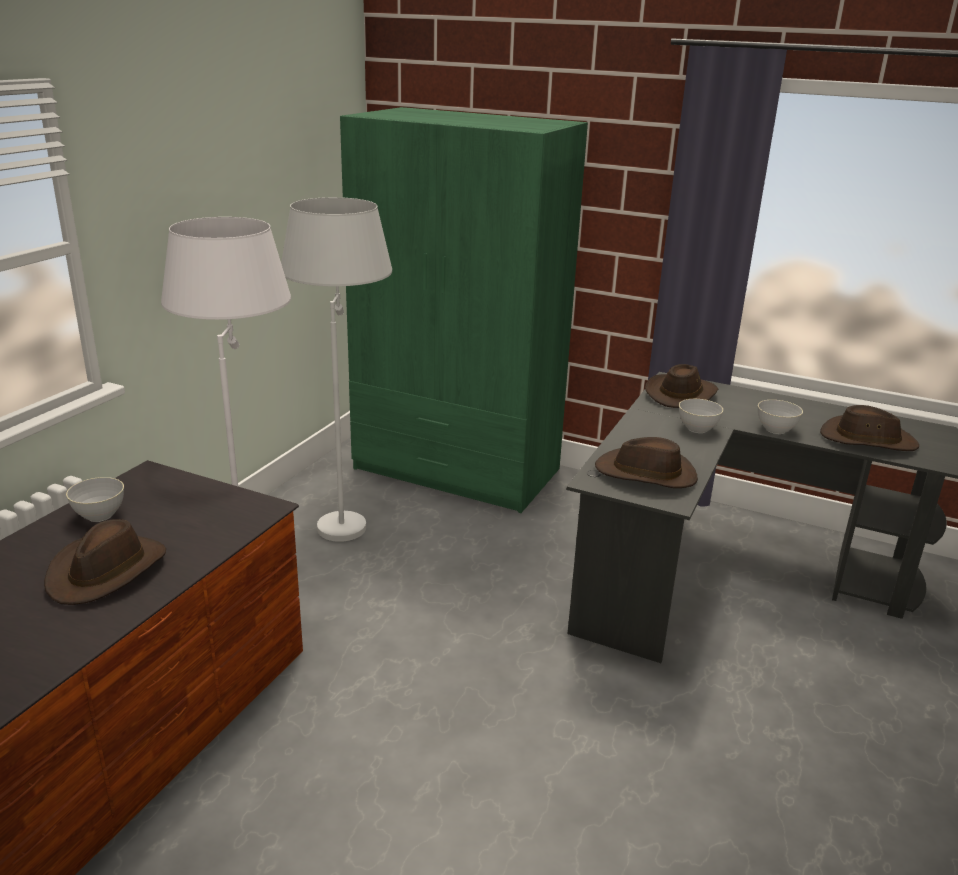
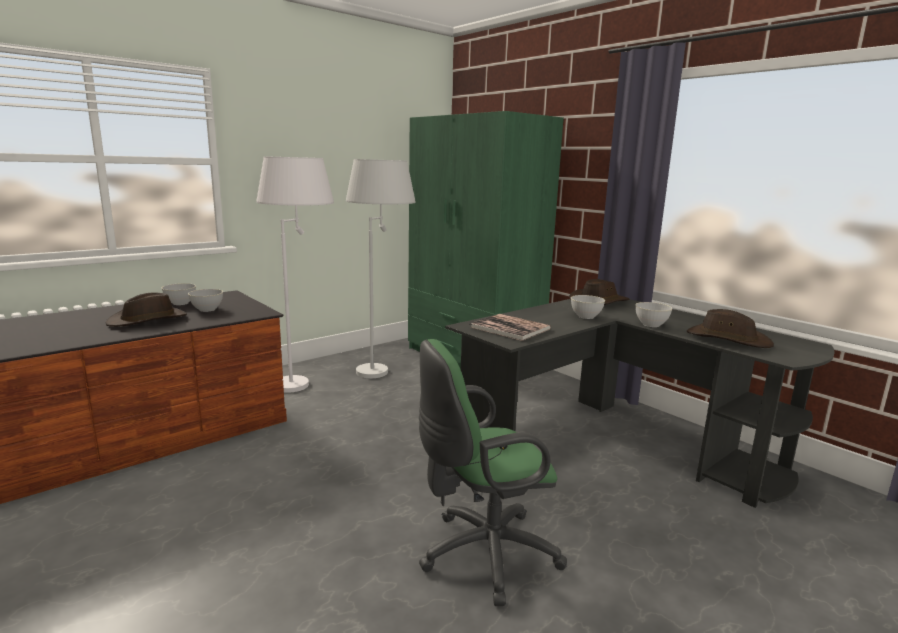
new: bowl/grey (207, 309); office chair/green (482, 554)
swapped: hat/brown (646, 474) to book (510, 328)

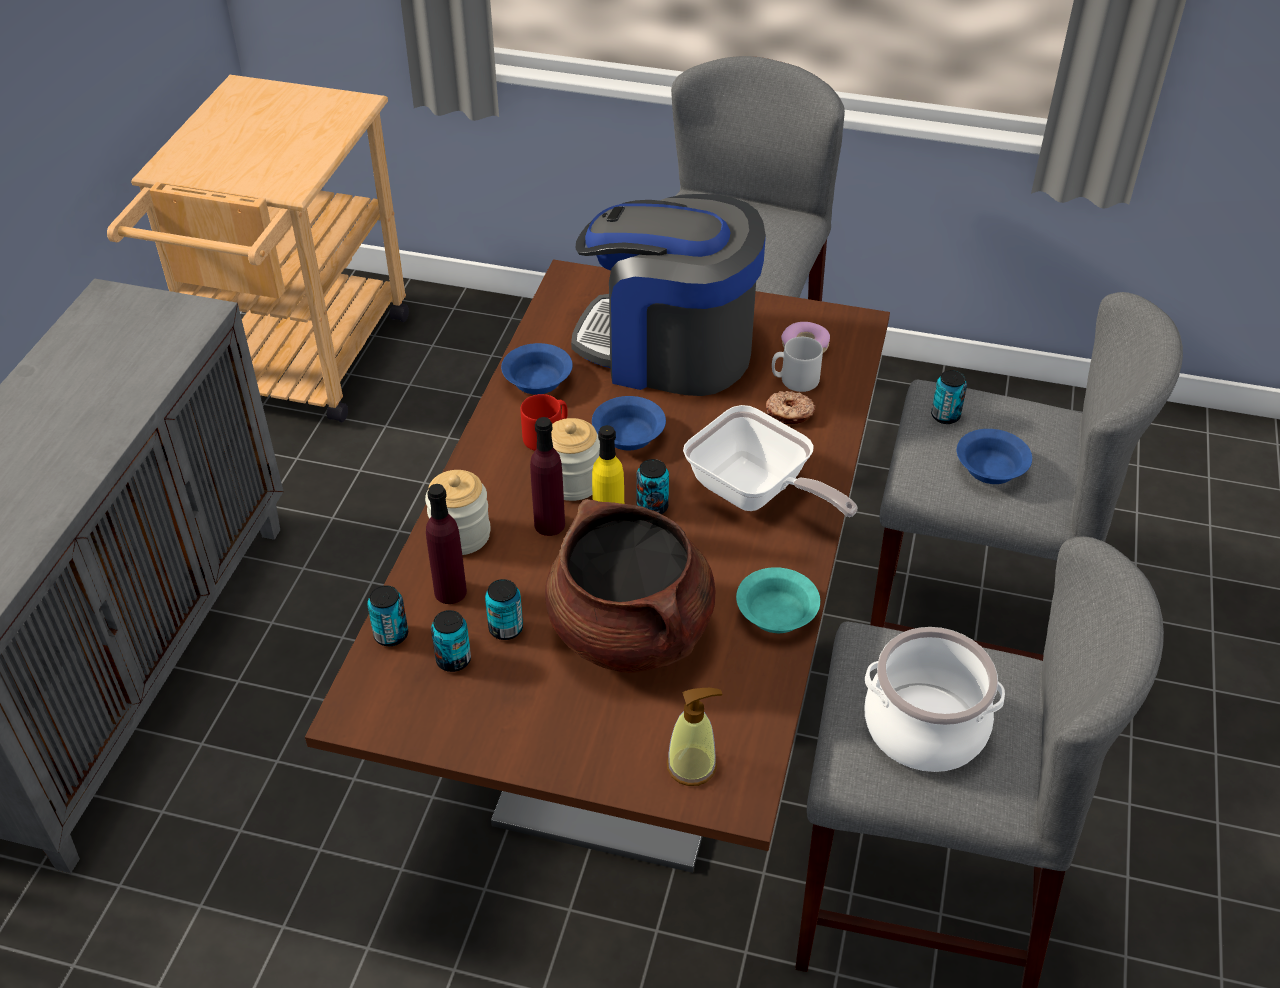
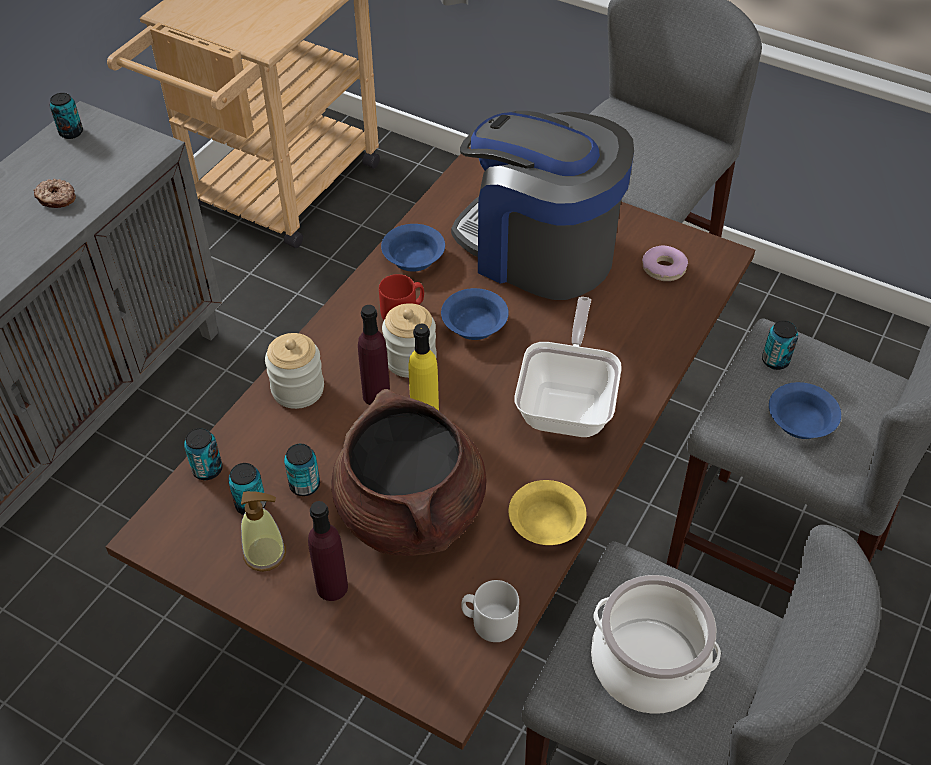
shifted: donut (789, 414) to (56, 199); can (652, 507) to (71, 132); soap dispenser (692, 766) to (265, 554); bottle/purple (450, 591) to (332, 587); mug/grey (794, 380) to (489, 622)
repainted: bowl/turquoise (777, 612) to bowl/yellow (547, 523)
rotated: frying pan (756, 494) = (568, 404) 135 degrees counterclockwise

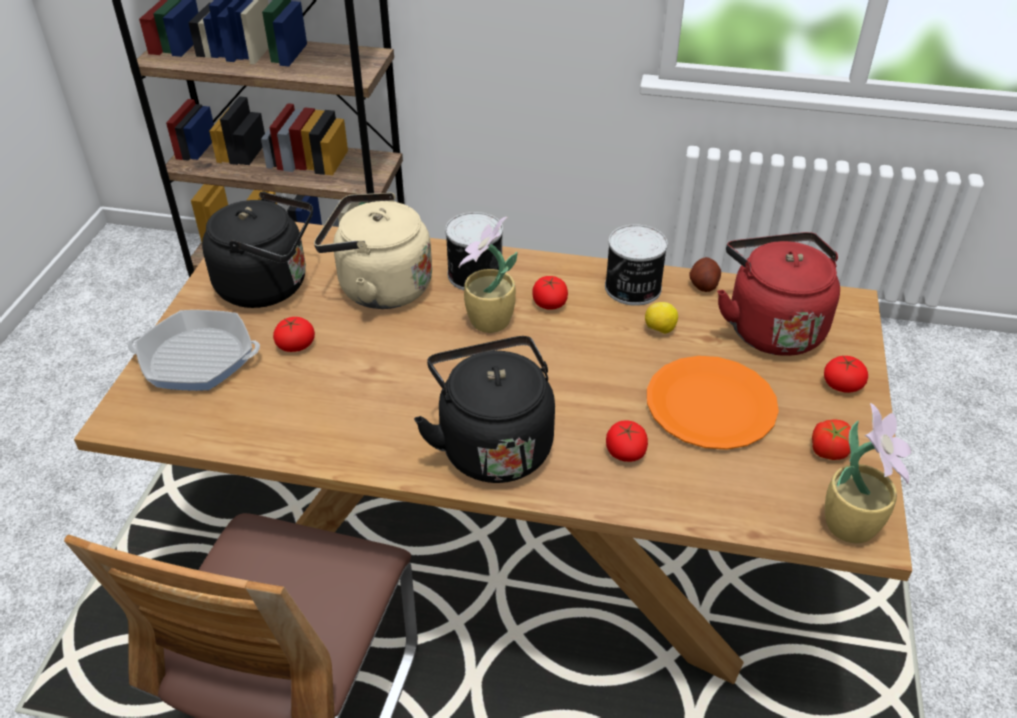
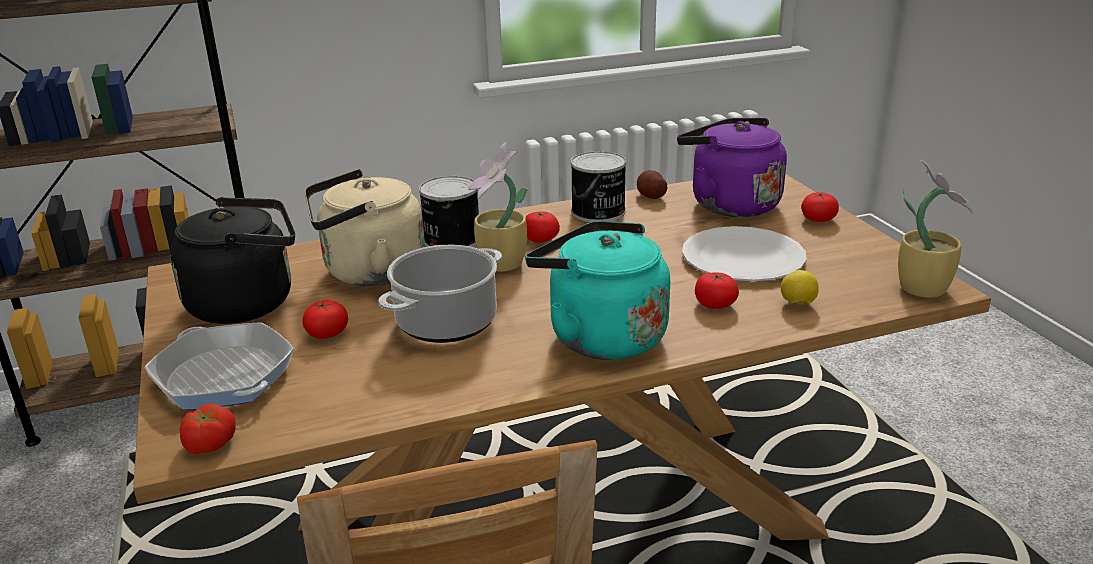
new: cooking pot (447, 322)
shifted: tomato (829, 449) to (209, 443); lemon (659, 330) to (797, 304)
repainted: kettle/black (492, 444) to kettle/turquoise (600, 336); kettle/red (771, 326) to kettle/purple (729, 204); plate/orange (710, 404) to plate/white (742, 257)
rotated: frying pan (197, 358) = (224, 376) 105 degrees counterclockwise

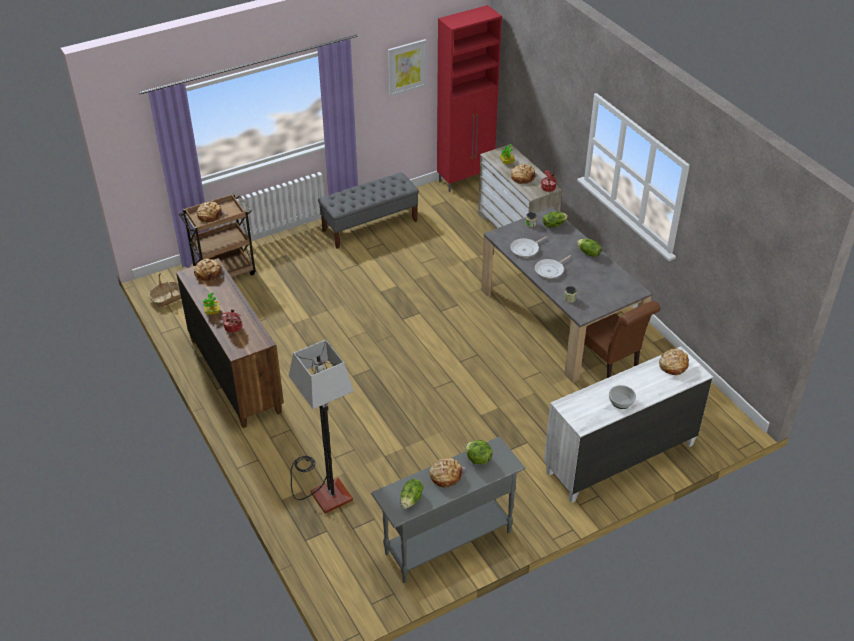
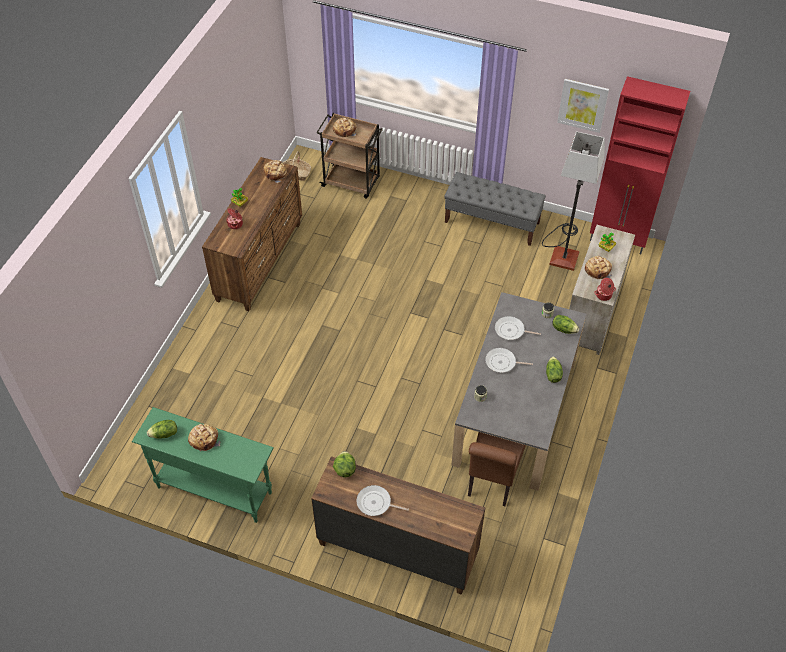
gone: bread (673, 365)
shifted: lettuce (478, 459) to (344, 469); floor lamp (323, 490) to (563, 251)
swapped: bowl (621, 401) to frying pan (376, 503)
repainted: console table/grey (447, 542) to console table/green (214, 489); dresser/white (619, 458) to dresser/brown (397, 549)

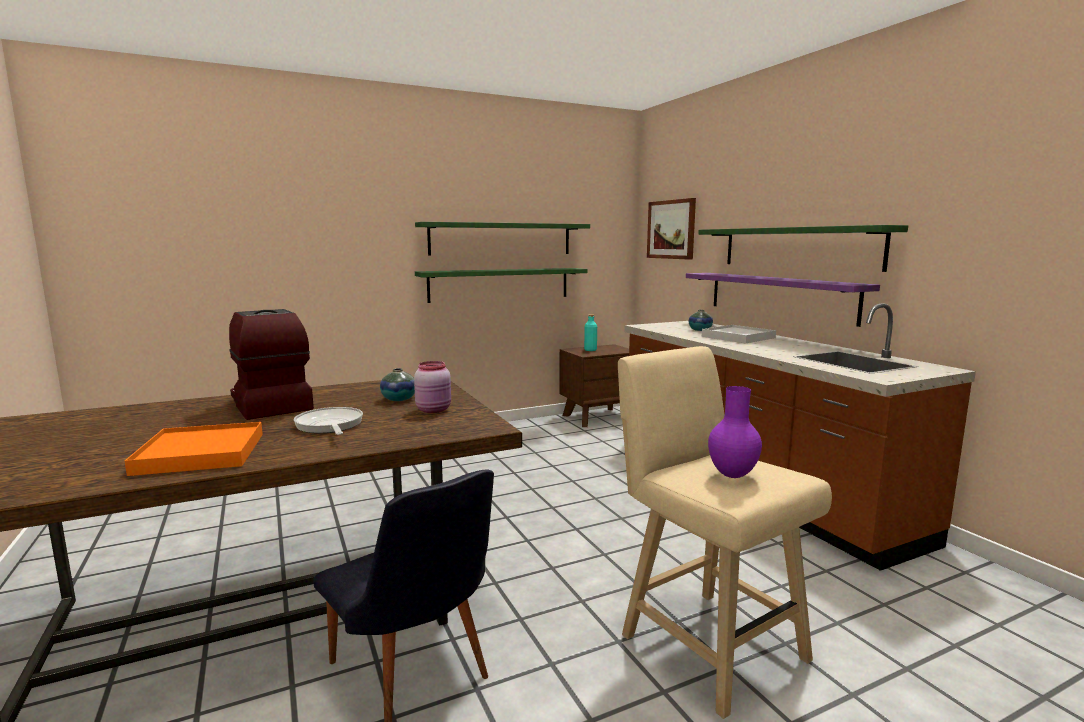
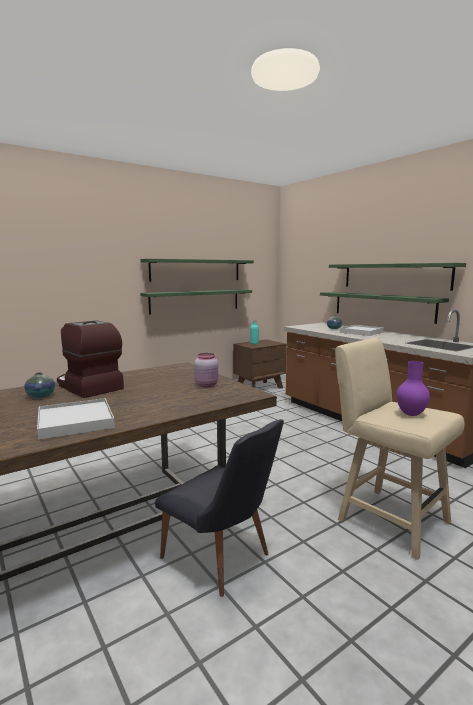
gone: frying pan (329, 426); picture (671, 229)
shifted: vase (399, 399) to (41, 396)
repainted: tray/orange (201, 453) to tray/white (75, 421); shelf/purple (778, 296) to shelf/green (382, 306)

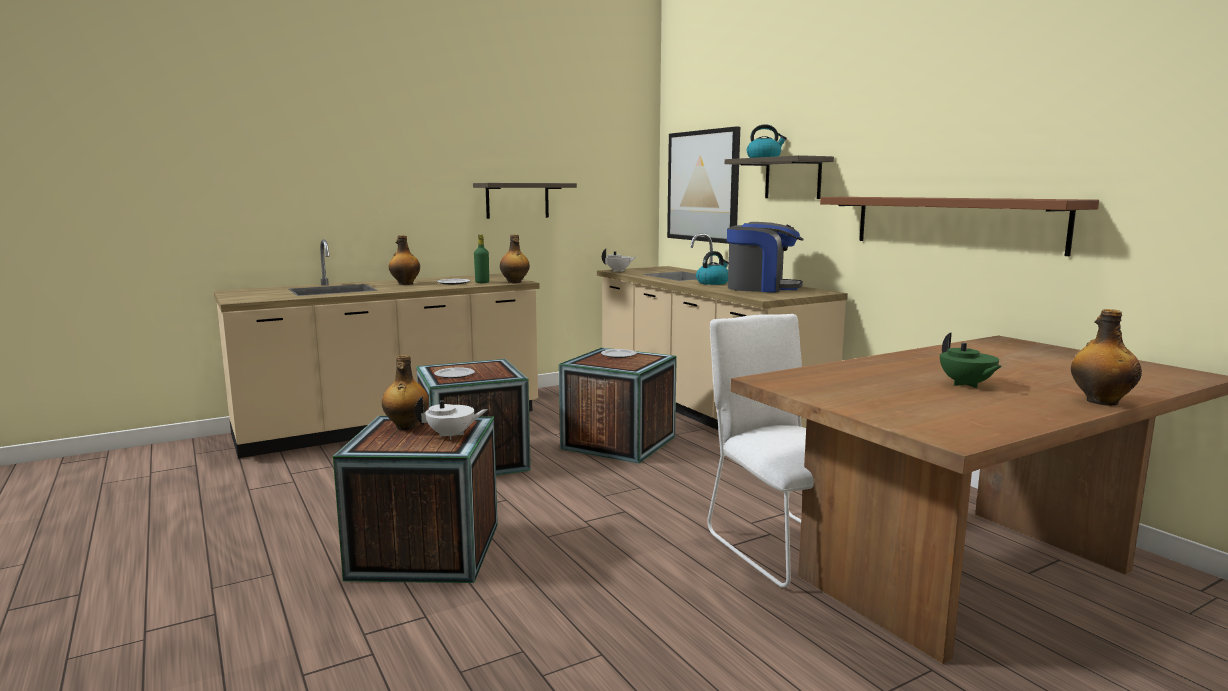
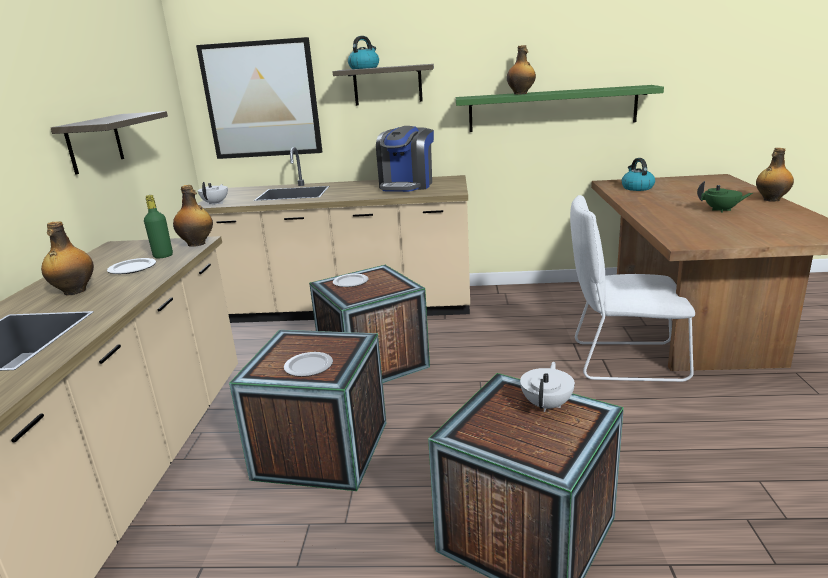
shifted: bottle (406, 427) to (521, 94); kettle (713, 283) to (637, 188)
repainted: shelf/brown (953, 222) to shelf/green (552, 109)
rotated: coffee machine (762, 288) = (407, 186) 150 degrees clockwise

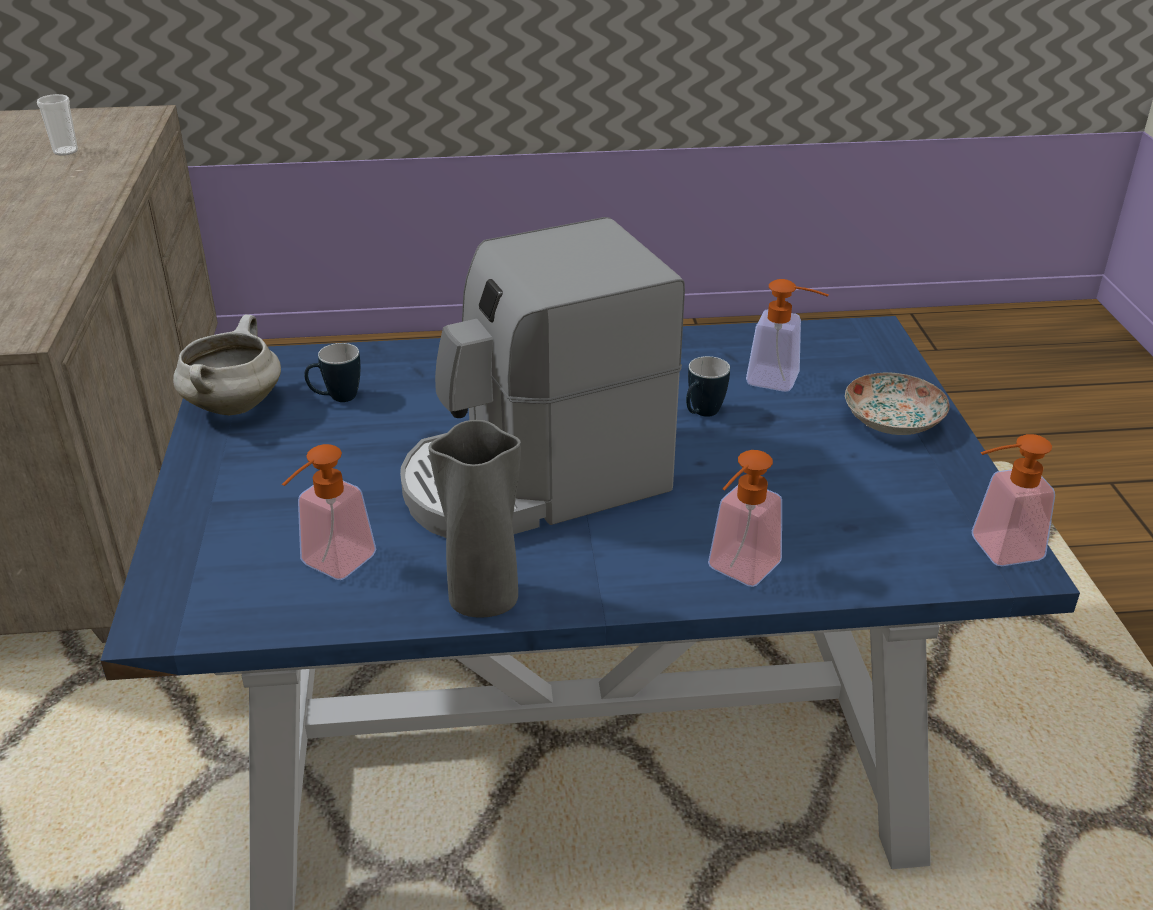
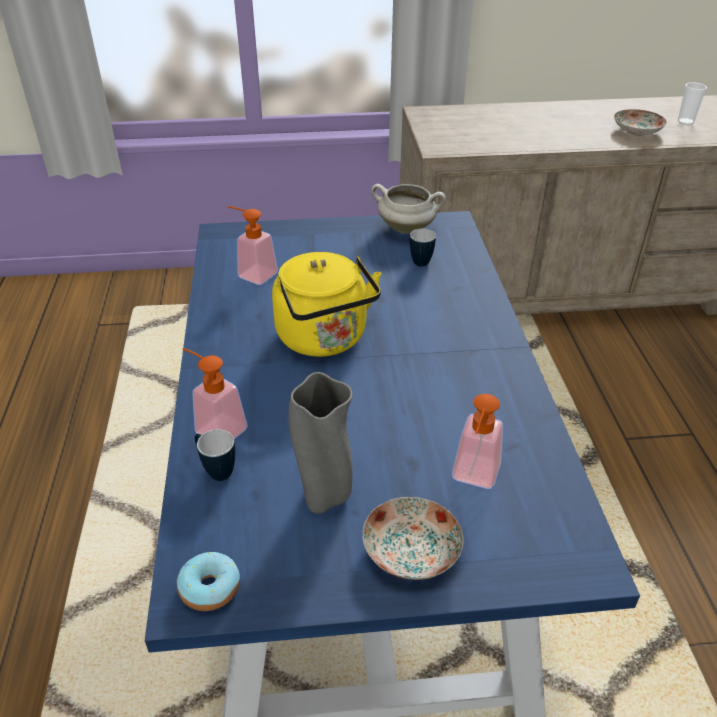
new: plate (637, 131)
shifted: mug (701, 414) to (216, 470); vase/grey (484, 601) to (325, 498)
swapped: soap dispenser (995, 550) to donut (210, 588); coffee machine (534, 481) to kettle/yellow (325, 339)

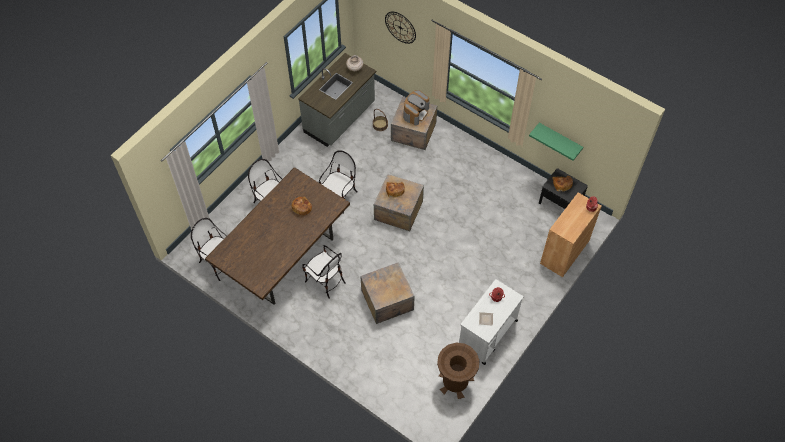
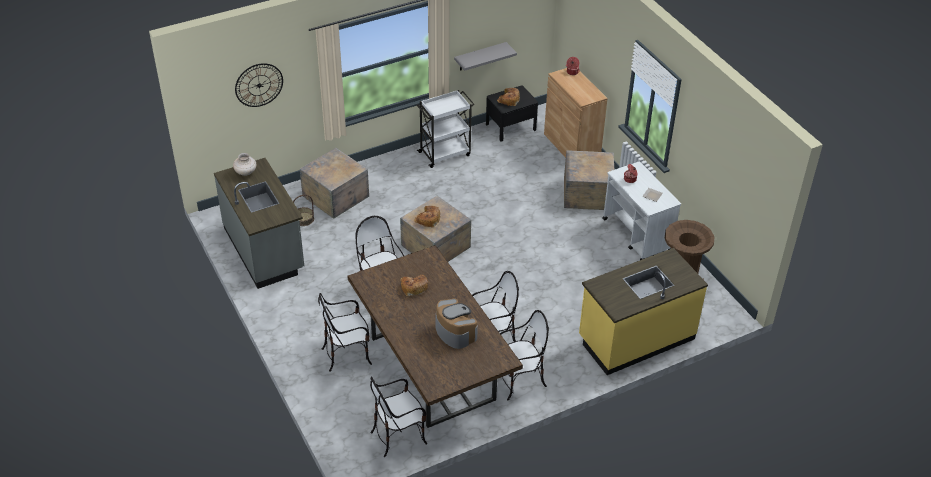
new: cart/white (445, 153); chair (519, 380); counter/yellow (635, 338)
shifted: coffee machine (415, 113) to (455, 332); crate (387, 300) to (588, 194)
repainted: shelf/green (559, 139) to shelf/grey (480, 56)

